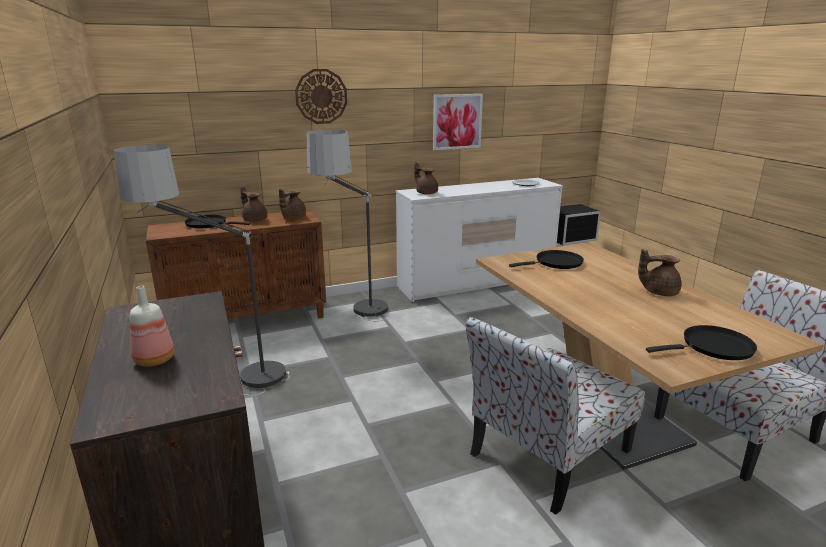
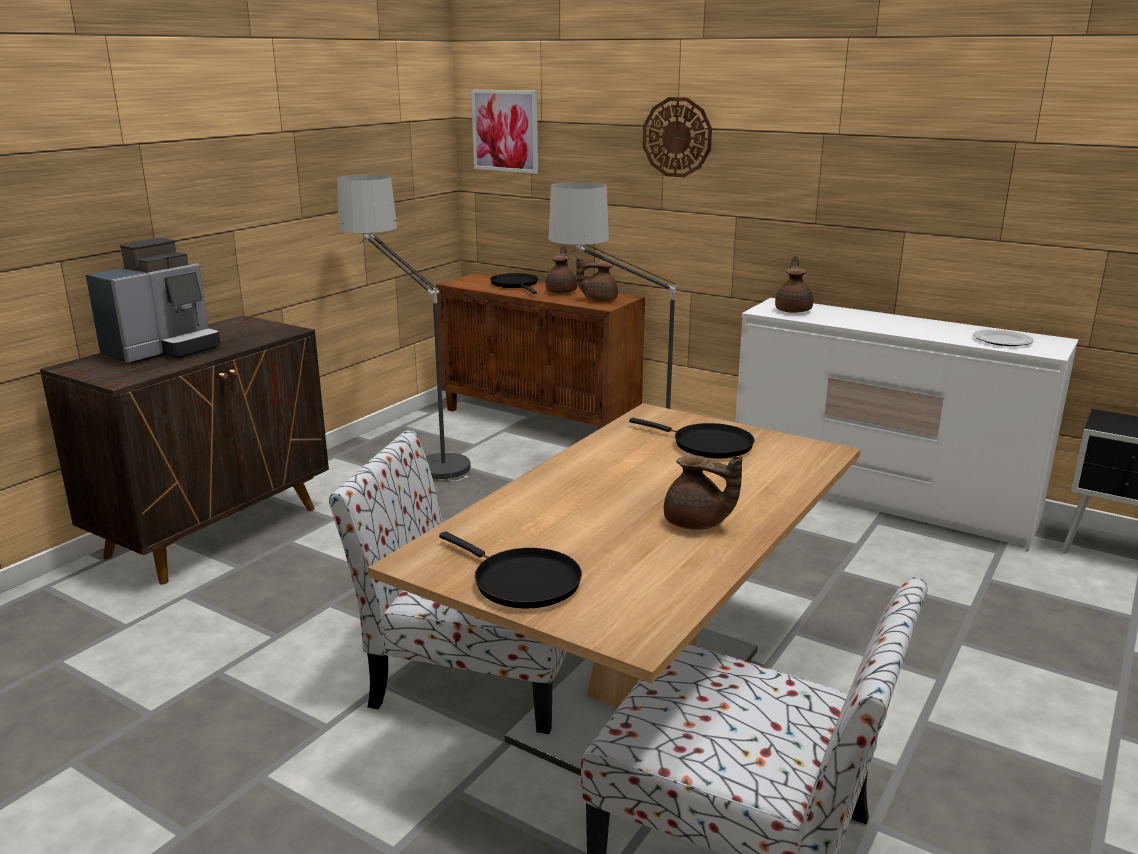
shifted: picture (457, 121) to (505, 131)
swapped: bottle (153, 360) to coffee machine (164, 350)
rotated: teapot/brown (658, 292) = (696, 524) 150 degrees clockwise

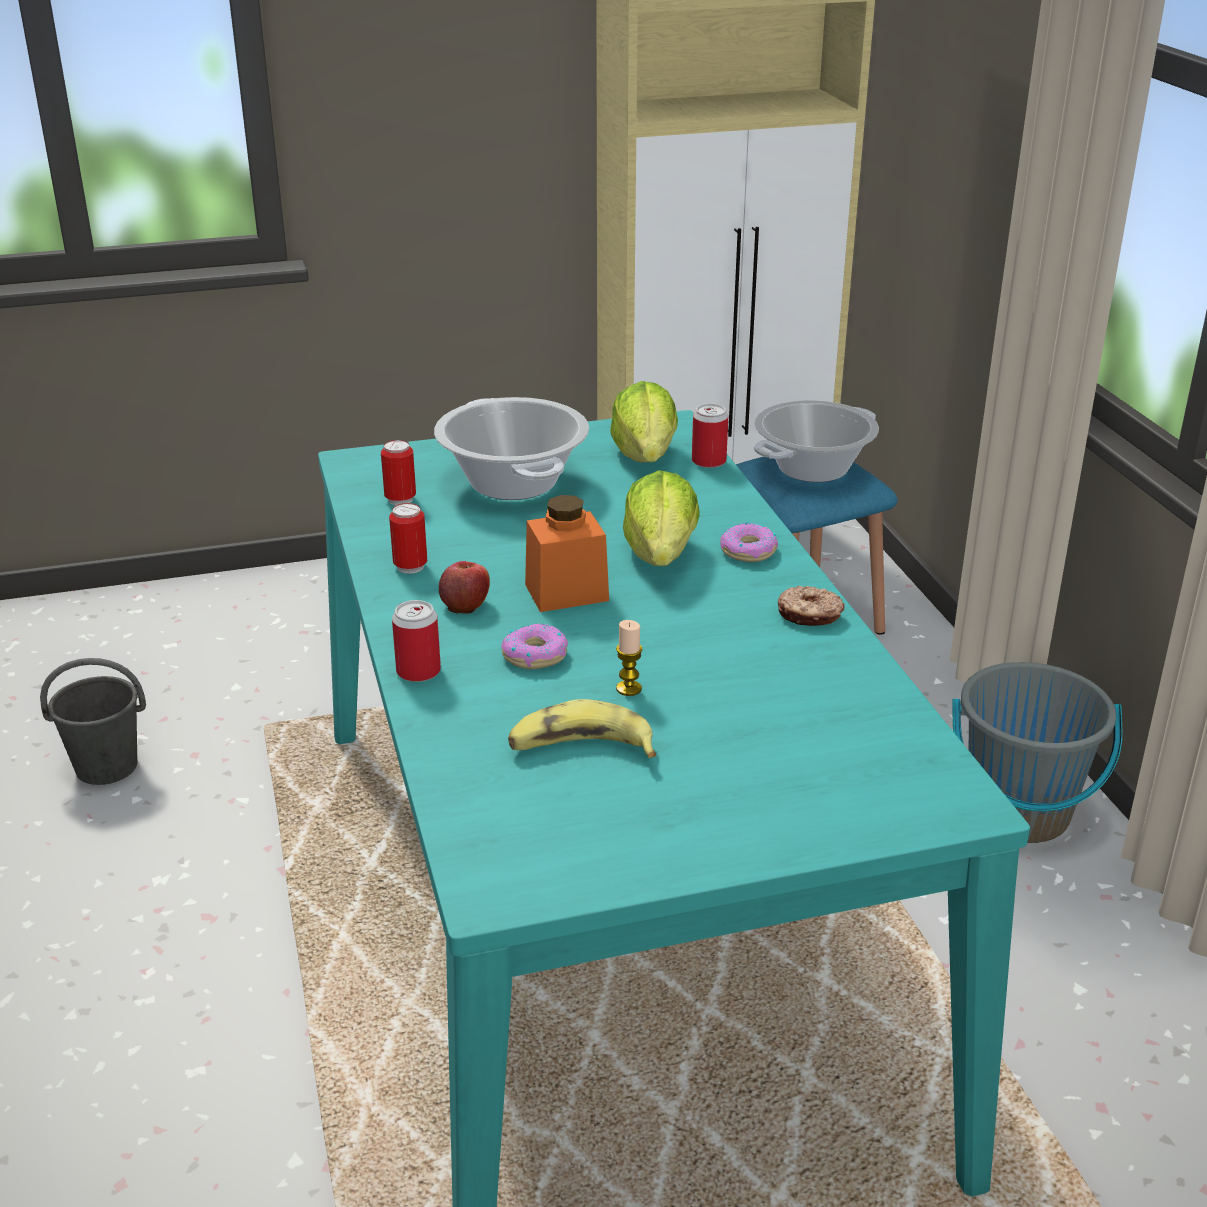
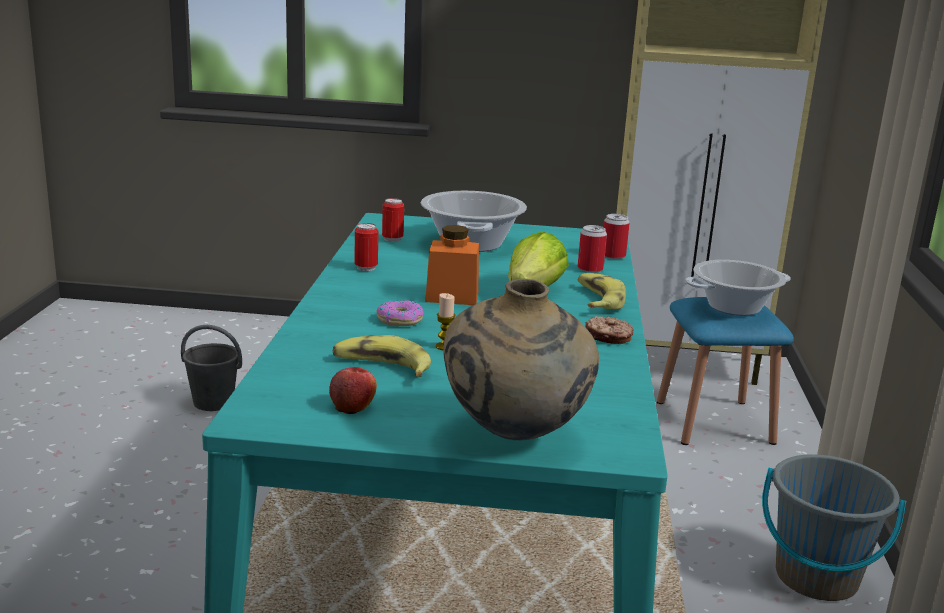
gone: lettuce (645, 456)
new: vase/beige (516, 436)
shifted: apple (465, 604) to (353, 406); can (418, 671) to (590, 269)
swapped: donut (749, 551) to banana (597, 300)

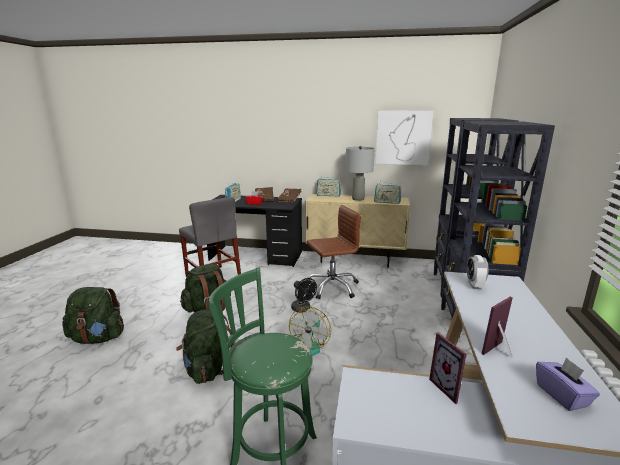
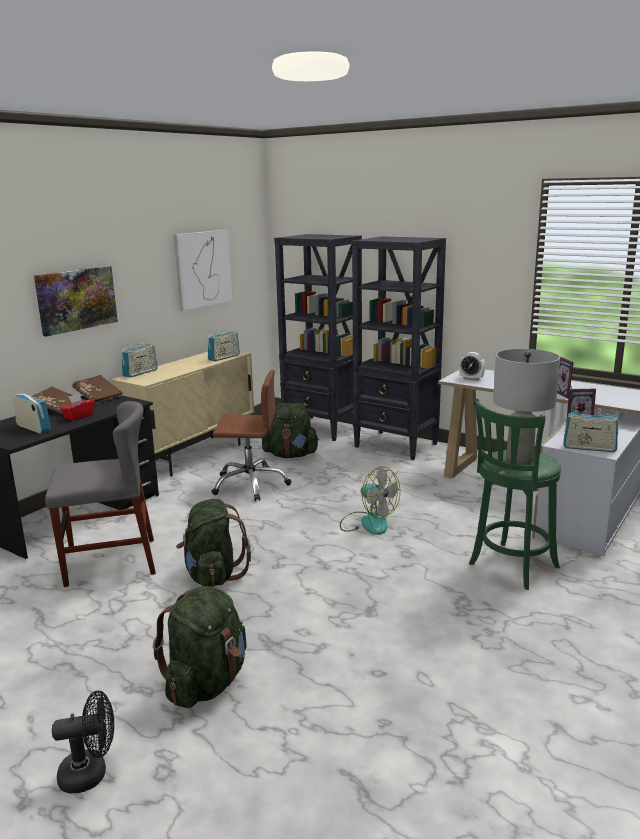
gone: tissue box/purple (562, 395)
new: picture (76, 299); radio (589, 448)
shifted: fan/black (303, 309) to (91, 773); backpack/green (207, 369) to (290, 455); table lamp/grey (358, 199) to (519, 461)
rotated: office chair/brown (332, 287) = (250, 484) 90 degrees clockwise

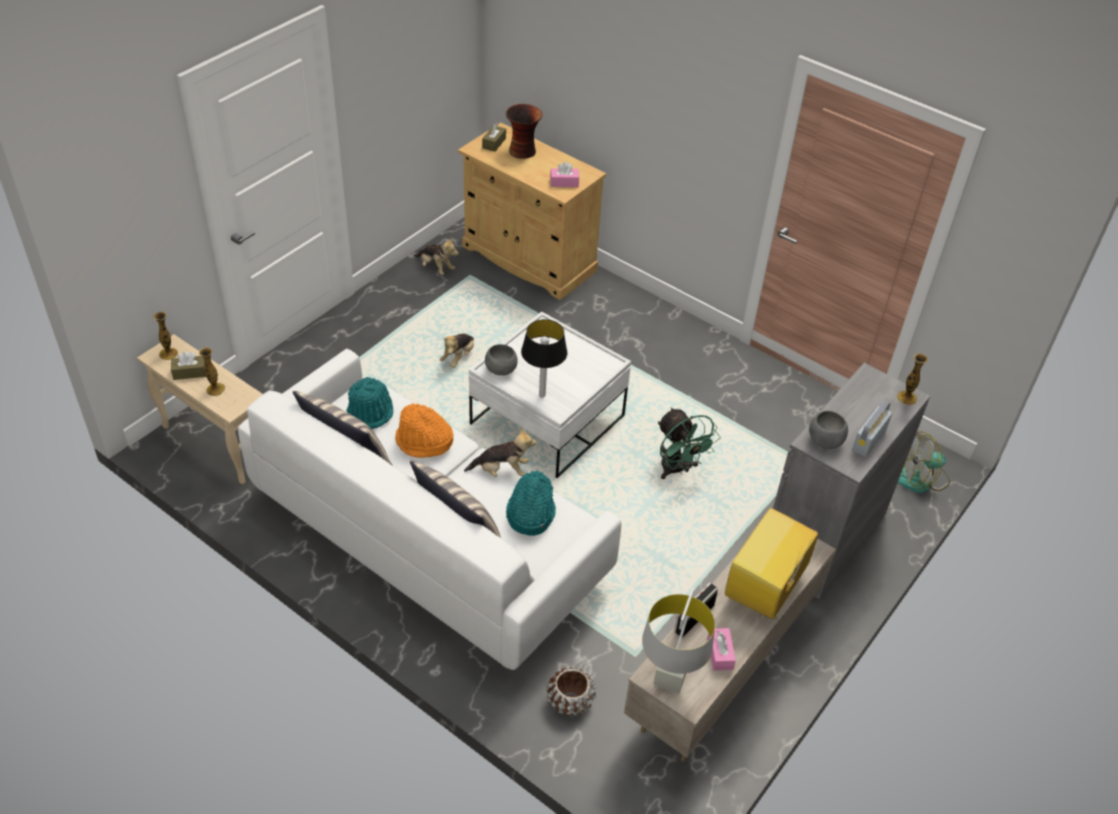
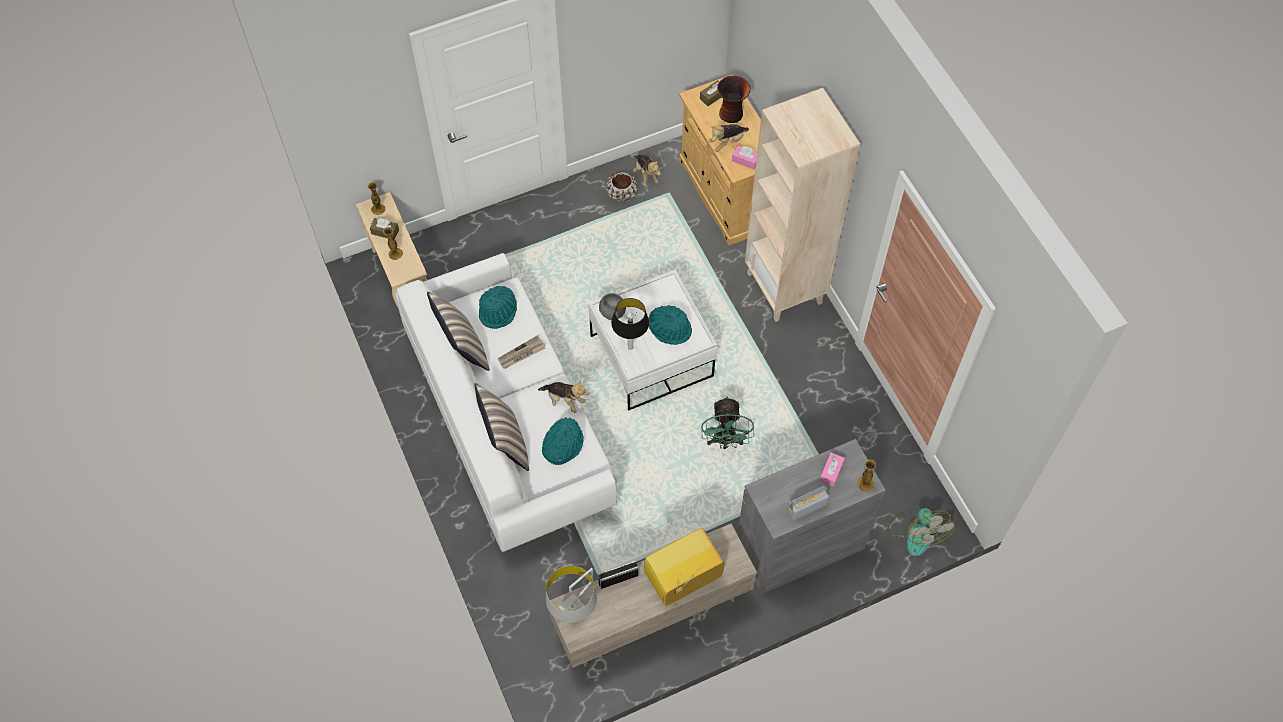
gone: bowl/grey (825, 441)
new: hat/turquoise (670, 328); bookcase/beige (785, 288)
shifted: planter/brown (570, 701) to (621, 193); plush toy (458, 357) to (727, 142); tissue box/pink (720, 653) to (831, 472)
swapped: hat/orange (424, 442) to newspaper (521, 354)
rotated: fan (920, 479) = (916, 532) 120 degrees counterclockwise

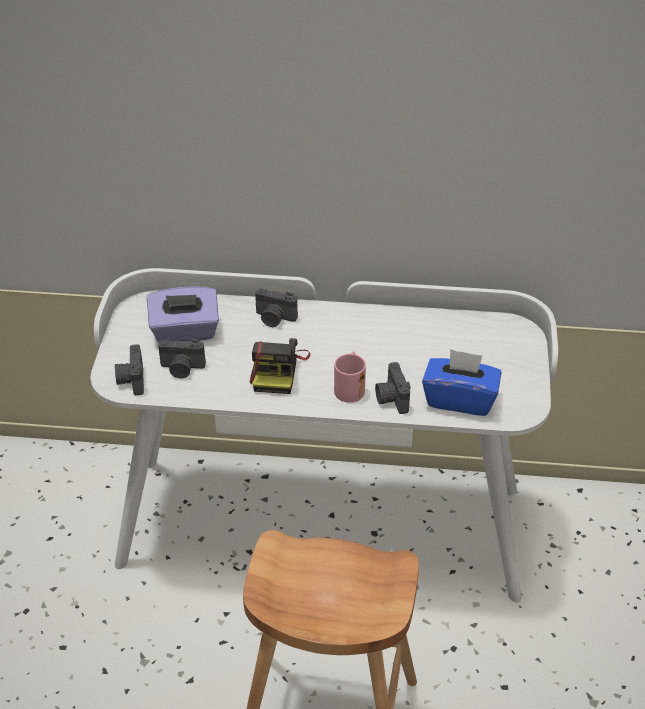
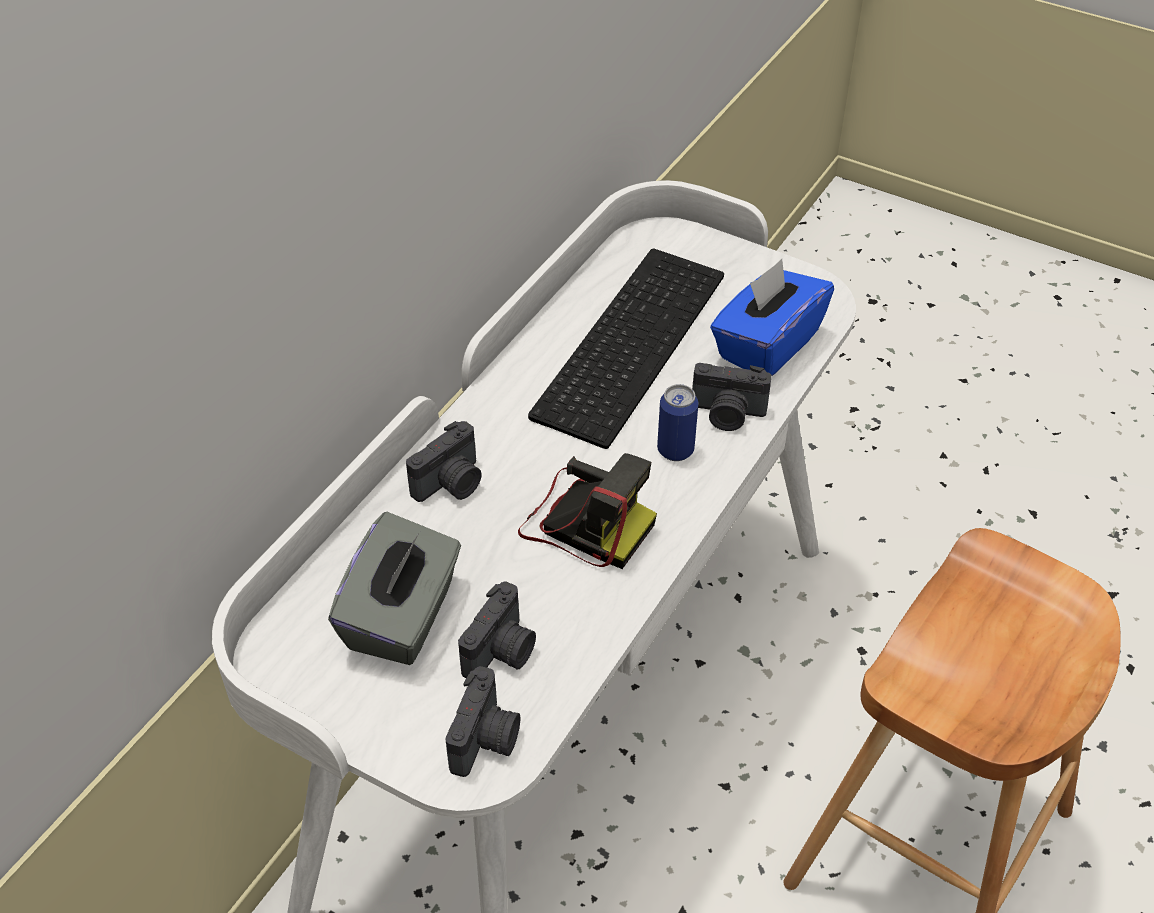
new: keyboard (627, 340)
swapped: mug/pink (350, 387) to can (675, 450)
repainted: tissue box/purple (185, 332) to tissue box/grey (403, 617)
rotated: photo camera (131, 380) = (486, 740) 90 degrees counterclockwise

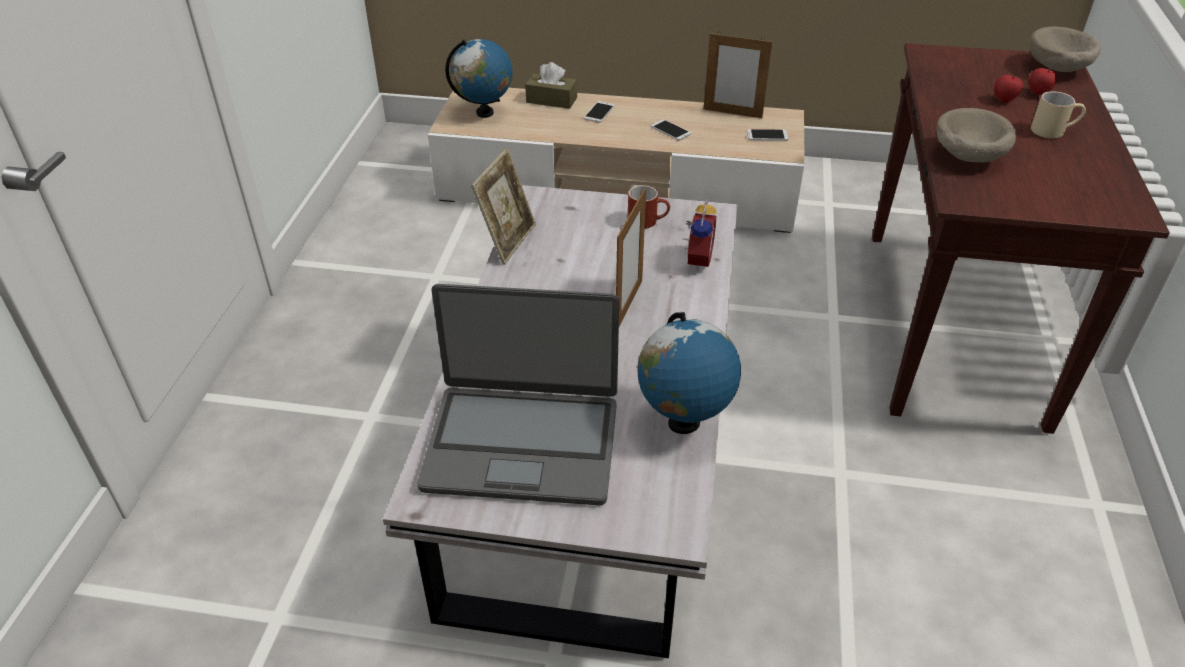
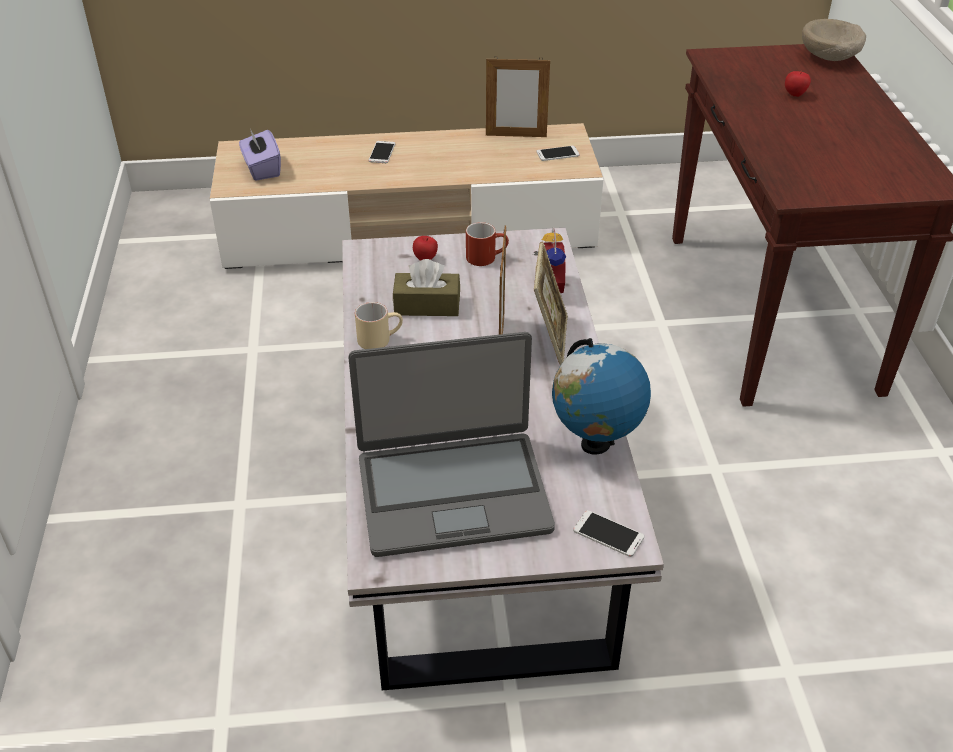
gone: bowl/beige (967, 157)
shifted: mug/beige (1053, 130) to (380, 338); tissue box/brown (551, 100) to (427, 305); apple (1038, 93) to (425, 259); picture frame (507, 241) to (549, 338); phone (670, 130) to (608, 534)
swapped: globe (484, 113) to tissue box/purple (262, 169)

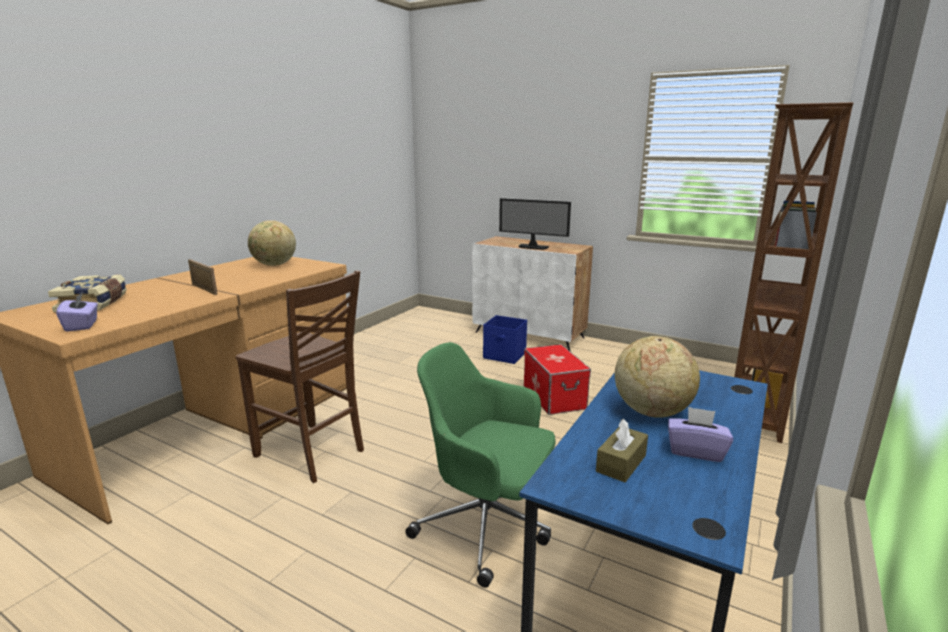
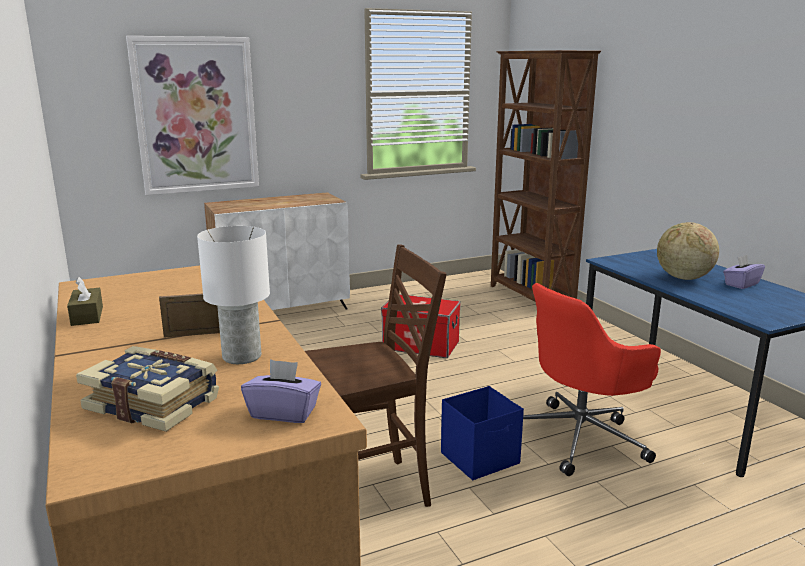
gone: globe (274, 265); monitor (532, 247)
new: picture (196, 115); table lamp/white (241, 356)
shifted: tissue box/brown (621, 463) to (87, 316); storage box/blue (505, 356) to (481, 458)
repainted: office chair/green (486, 526) to office chair/red (581, 437)

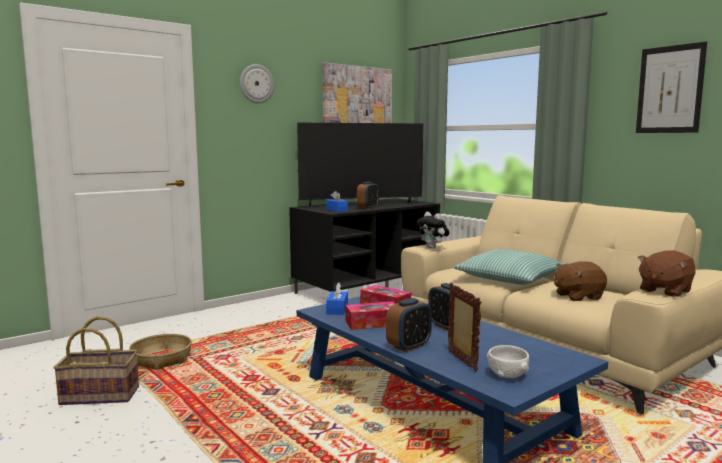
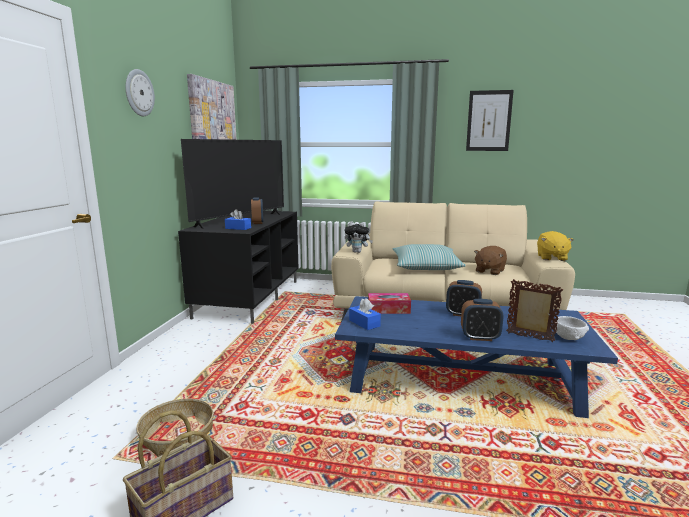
gone: tissue box (372, 323)
repainted: plush toy/brown (664, 290) to plush toy/yellow (551, 257)
rotated: alarm clock (409, 346) = (480, 337) 90 degrees clockwise

